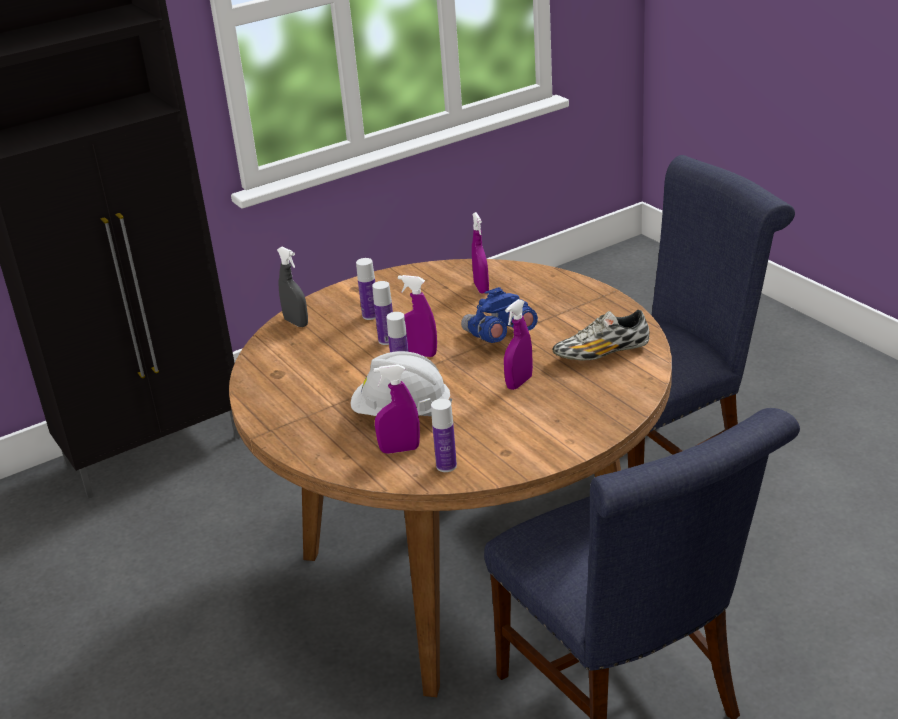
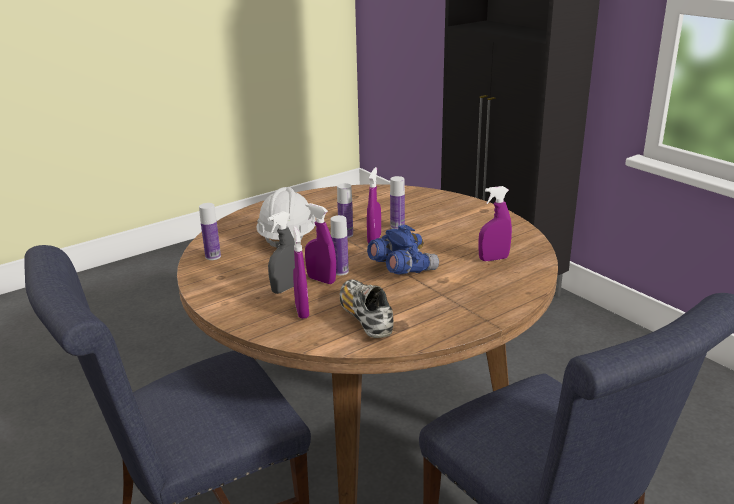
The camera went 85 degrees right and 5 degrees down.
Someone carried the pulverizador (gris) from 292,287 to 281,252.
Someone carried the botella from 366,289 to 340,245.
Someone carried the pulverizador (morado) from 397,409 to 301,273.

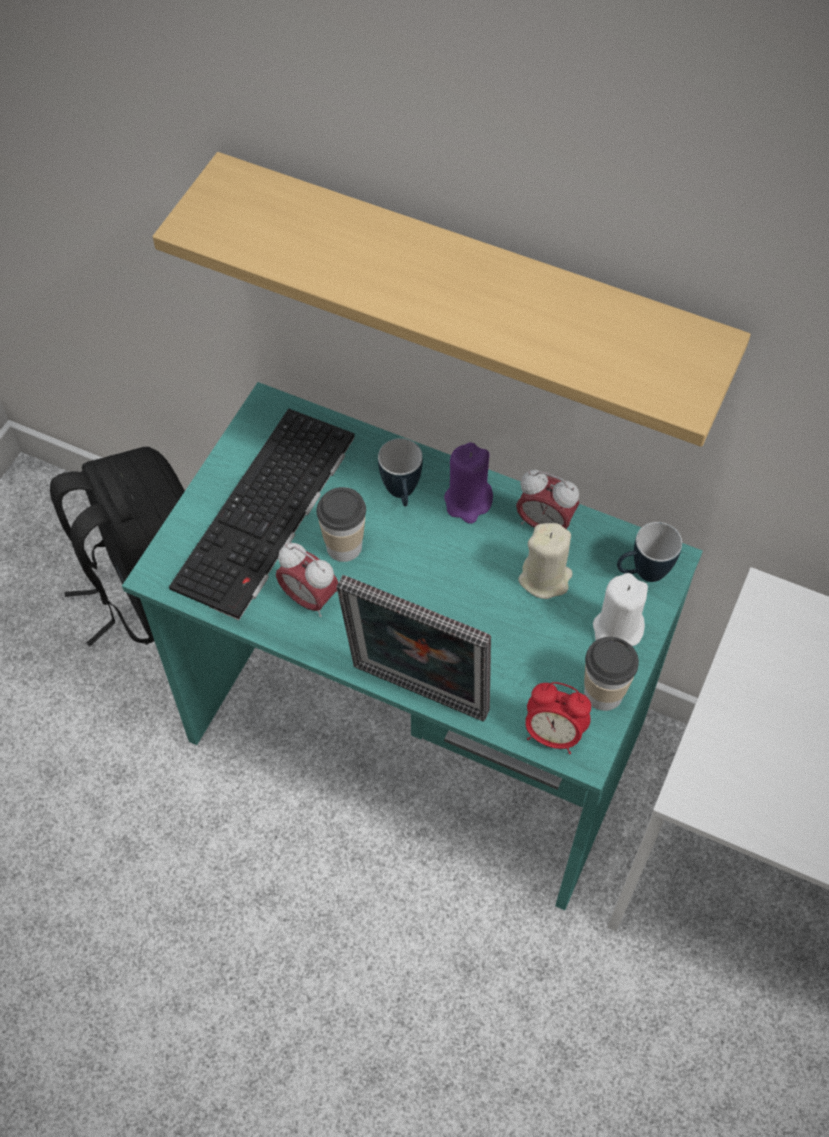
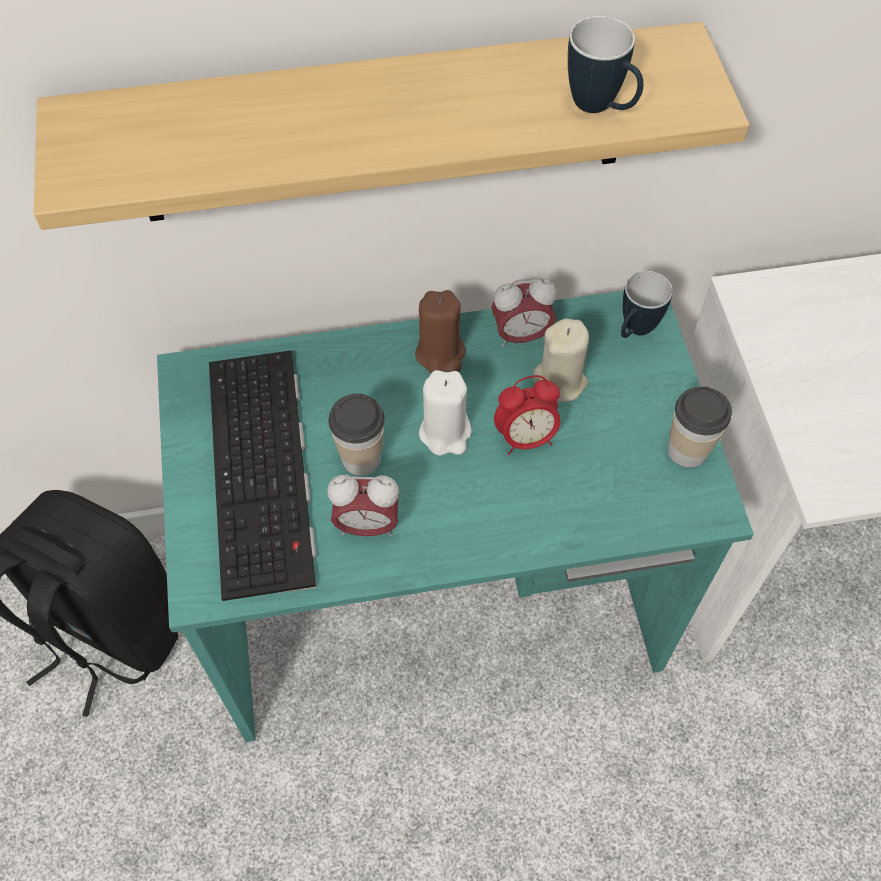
The camera went 35 degrees left and 0 degrees up.
Someone took away the portarretratos at 414,648.
Someone carried the taza grande from 400,472 to 606,64.
Someone carried the despertador from 558,718 to 527,415.
Someone carried the vela (blanco) from 620,609 to 445,413.
Someone repainted the vela (morado) at 468,483, which became the vela (marrón) at 440,331.

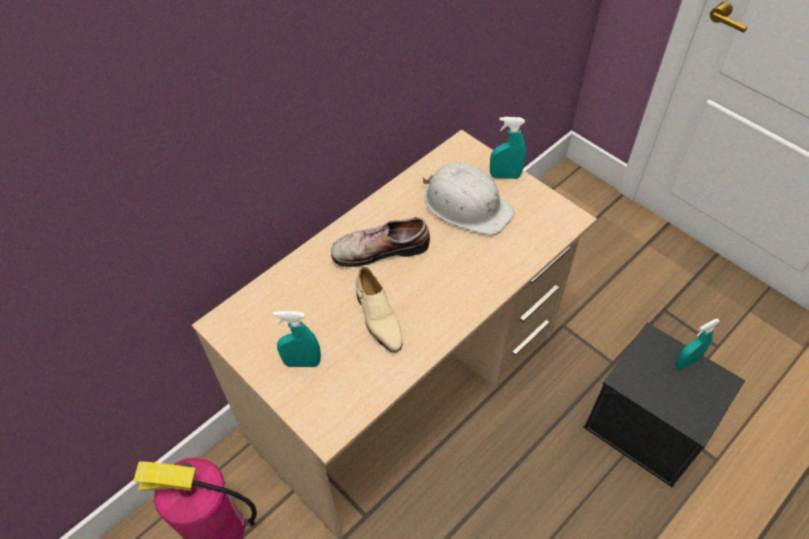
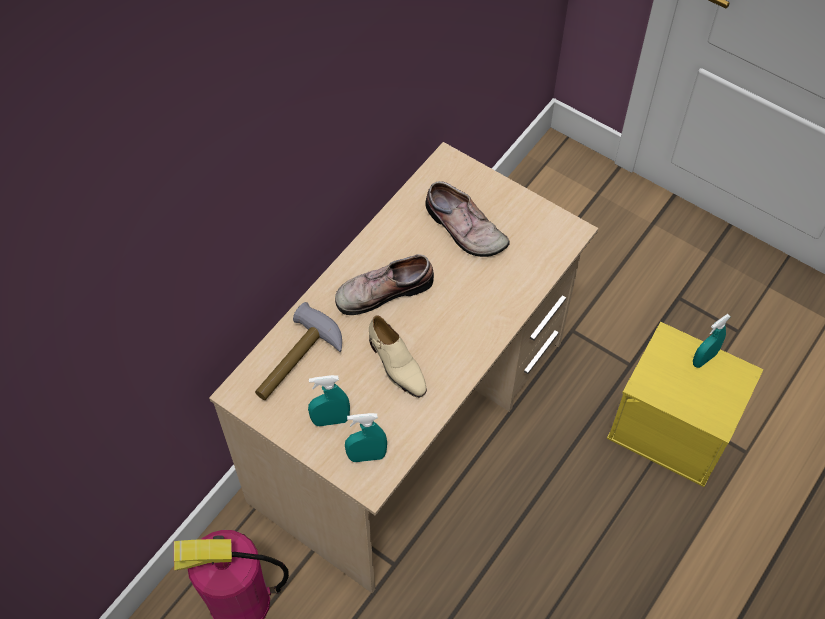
The camera went 10 degrees left and 5 degrees up.
Someone put down the martillo at 298,351.
Someone carried the pulverizador (turquesa) from 508,148 to 366,437.
Someone swapped the casco (blanco) at 468,199 for the zapato at 467,219.
Someone repainted the caja de almacenaje (negro) at 664,405, which became the caja de almacenaje (amarillo) at 685,404.

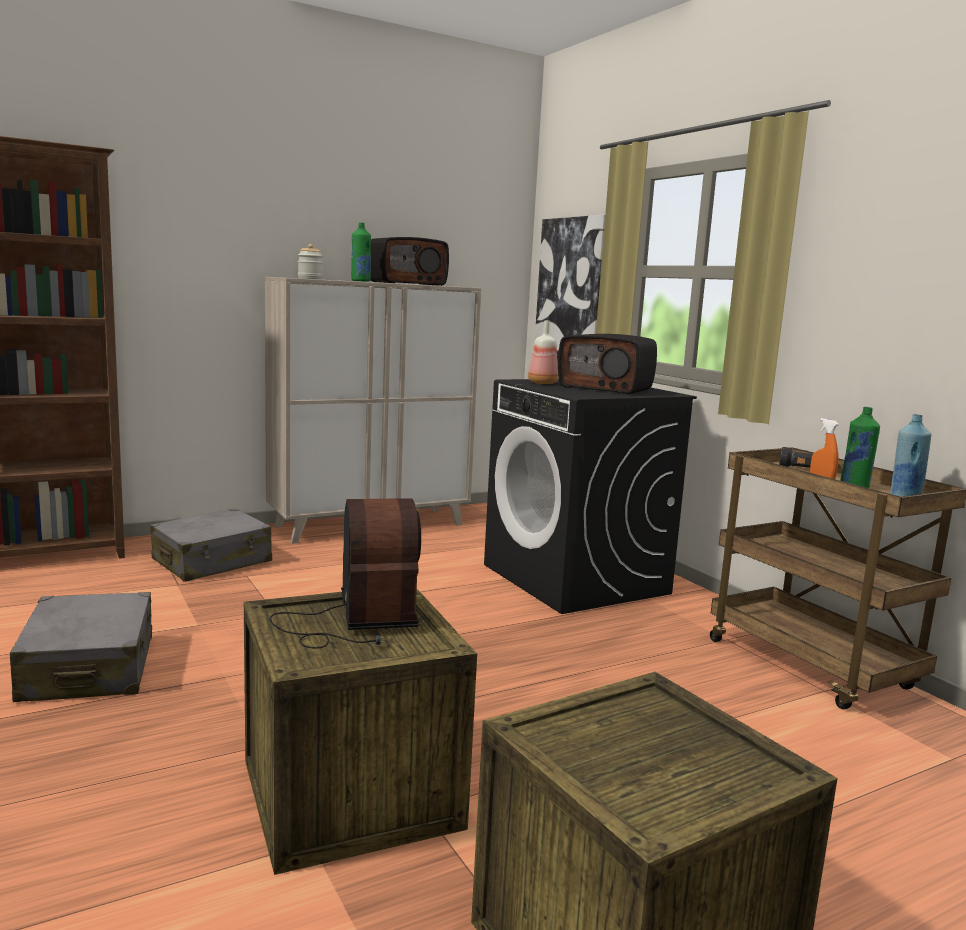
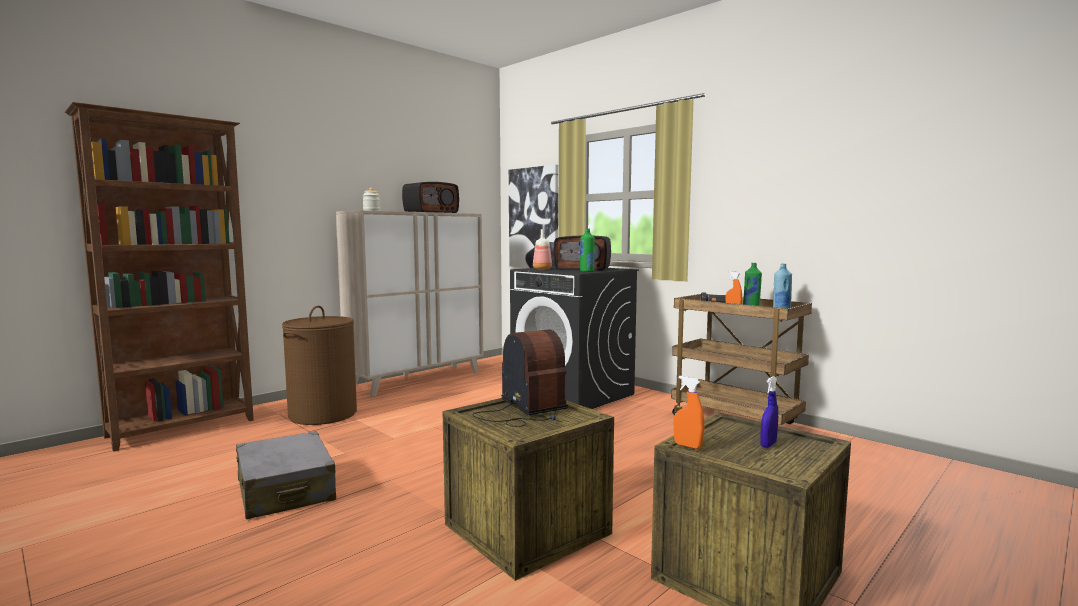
The camera went 15 degrees left and 5 degrees down.
Someone put down the pulverizador (naranja) at 689,412.
Someone put down the pulverizador (azul) at 769,412.
Someone carried the botella (verde) from 361,252 to 587,250.
Someone swapped the maleta (gris) at 211,545 for the cesto de la ropa (marrón) at 319,365.

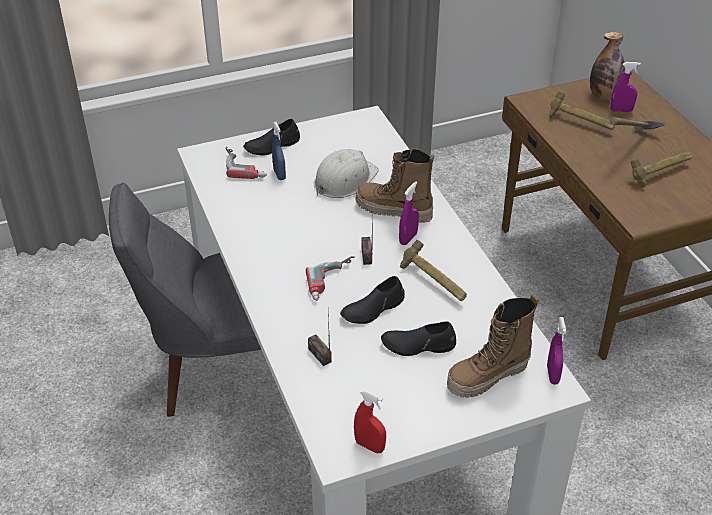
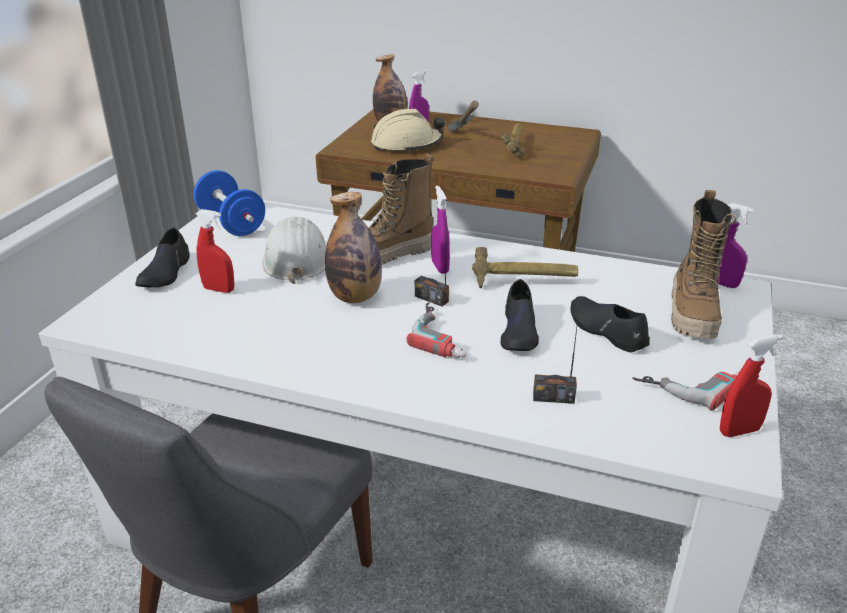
The camera went 50 degrees left and 10 degrees down.
Someone put down the mancuerna (azul) at 229,203.
Someone put down the botella at 353,247.
Someone carried the taladro from 246,163 to 685,391.
Someone swapped the martillo at 582,111 for the casco (beis) at 408,131.
Someone repainted the pulverizador (azul) at 279,151, which became the pulverizador (rojo) at 214,251.
Someone rotated the zapato (negro) at 418,338 by 105 degrees clockwise.

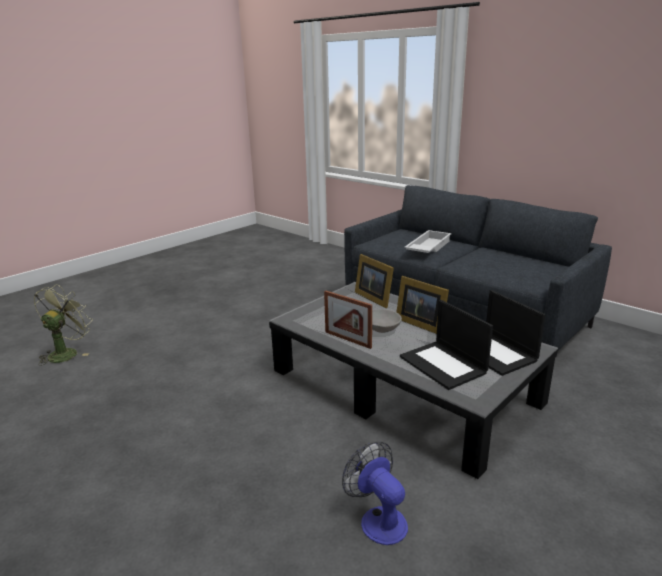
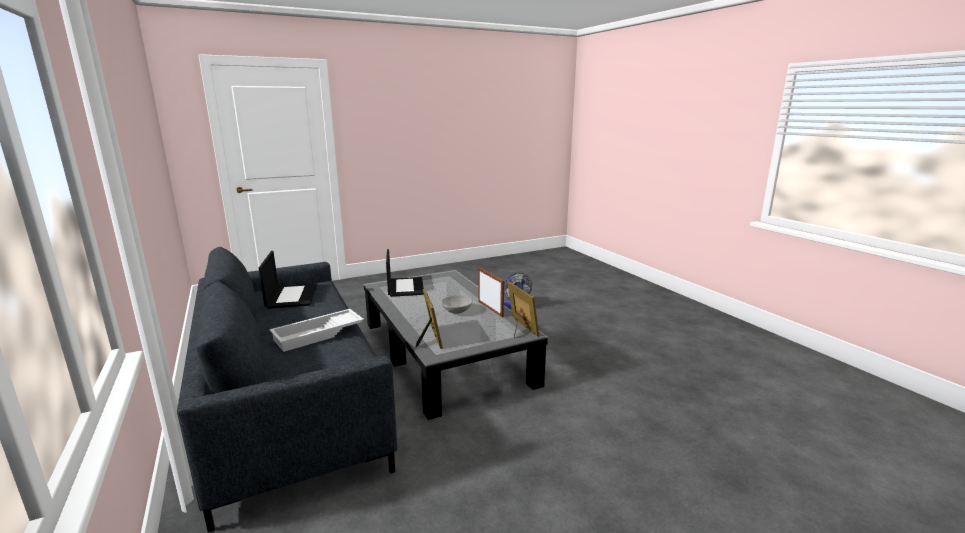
The camera went 160 degrees left and 5 degrees down.
Someone took away the ventilador (verde) at 63,325.
Someone carried the portarretratos from 422,305 to 523,309.
Someone carried the portátil from 446,345 to 288,280.

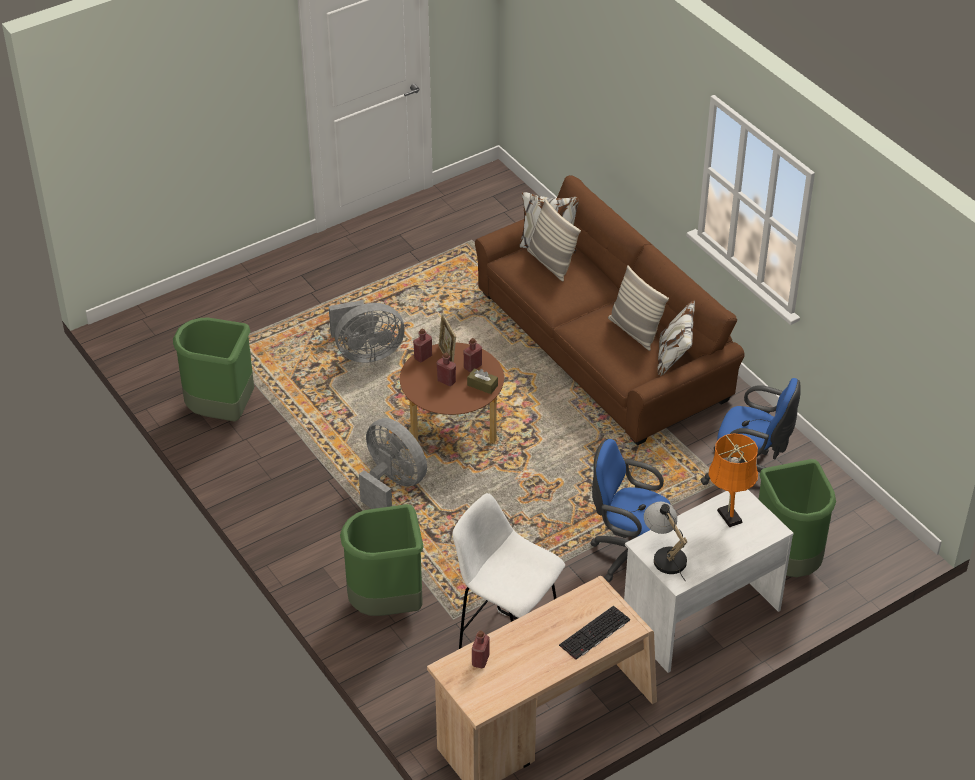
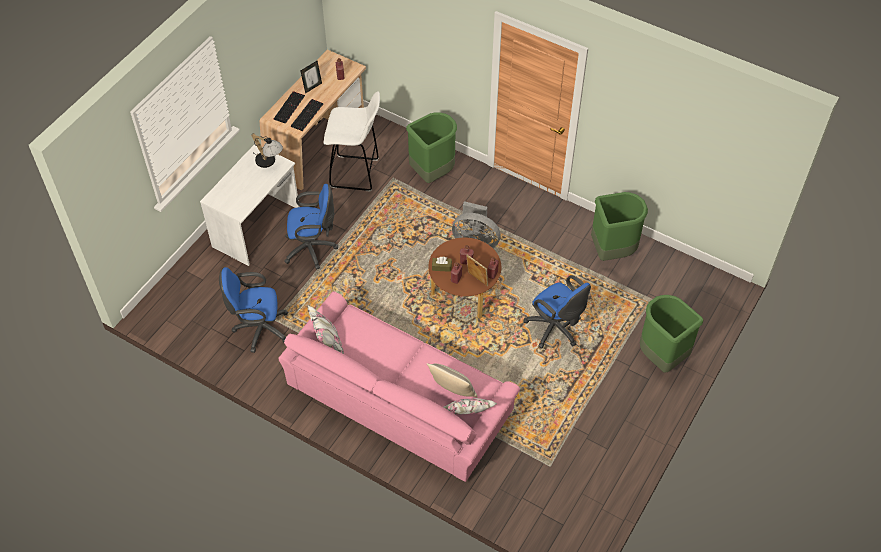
The camera went 155 degrees right and 10 degrees up.
Someone took away the cojín at 638,308.
Someone took away the lámpara de mesa (naranja) at 733,480.
Someone put down the teclado at 307,115.
Someone put down the portarretratos at 311,77.
Someone carried the papelera (verde) from 797,518 to 671,334.
Someone swapped the ventilador (gris) at 367,331 for the silla de oficina (azul) at 557,311.
Someone repainted the sofá (marrón) at 610,310, which became the sofá (rosa) at 399,387.

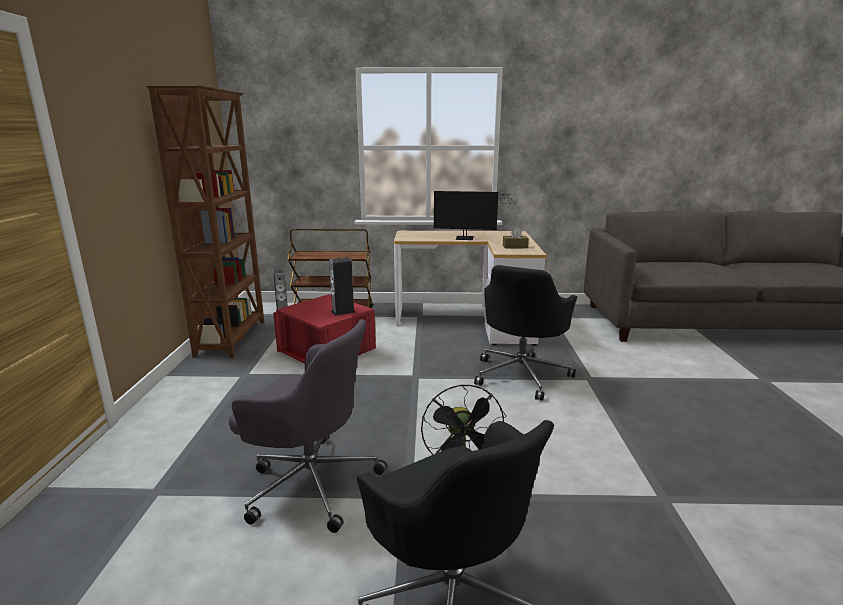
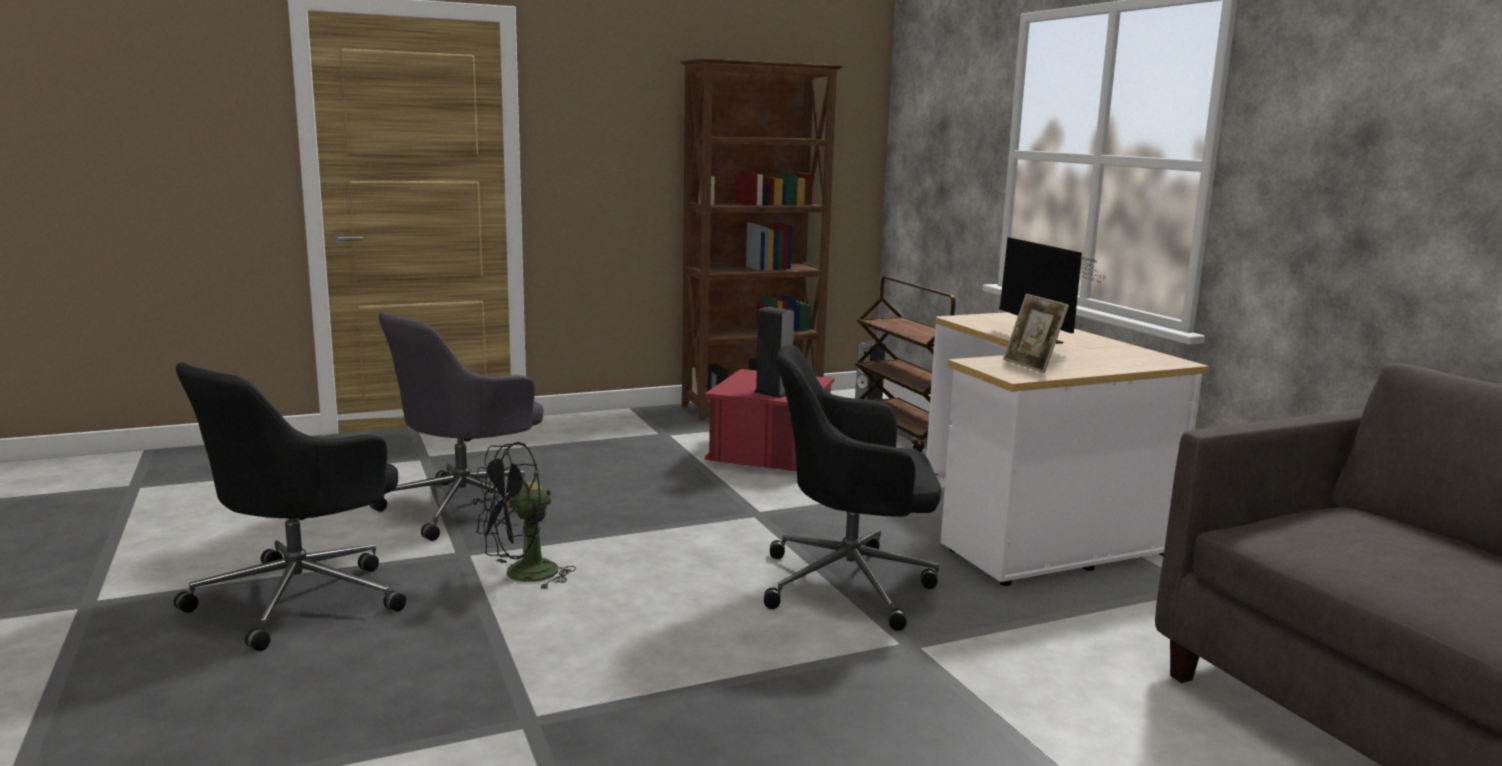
The camera went 65 degrees right and 5 degrees down.
Someone swapped the caja de pañuelos (marrón) at 516,238 for the portarretratos at 1036,333.
Someone rotated the silla de oficina (gris) at 308,426 by 45 degrees clockwise.

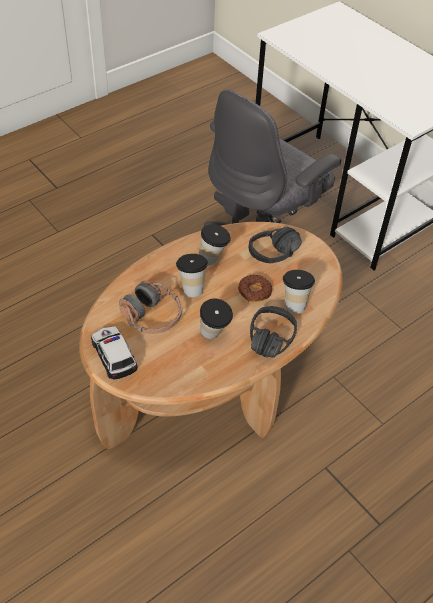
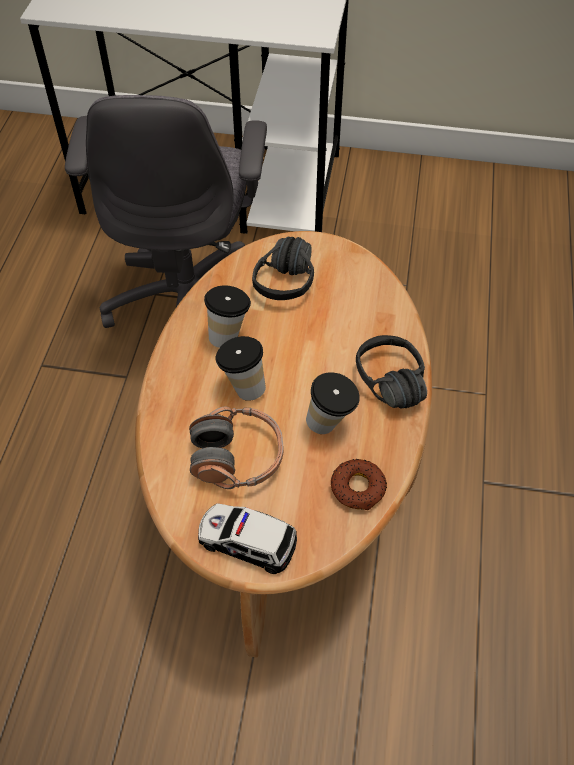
The camera went 40 degrees left and 5 degrees up.
Someone took away the taza at 299,292.
Someone carried the rosquilla from 255,288 to 359,484.

